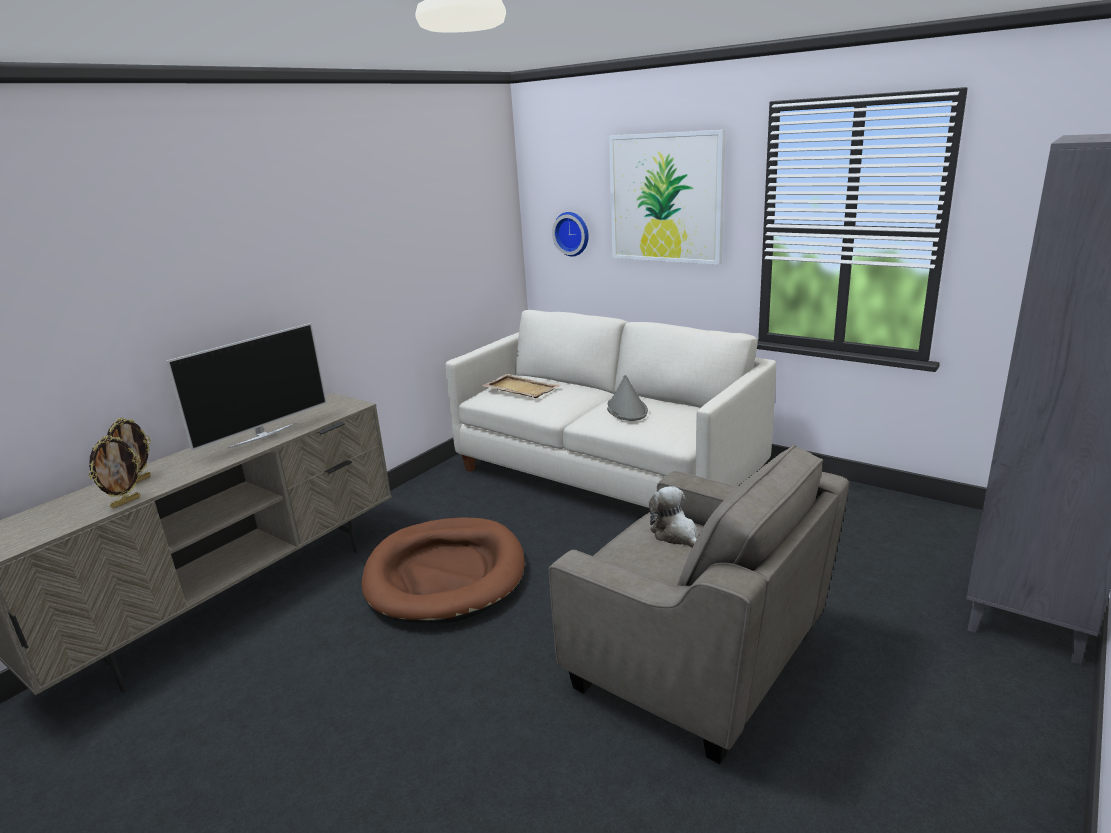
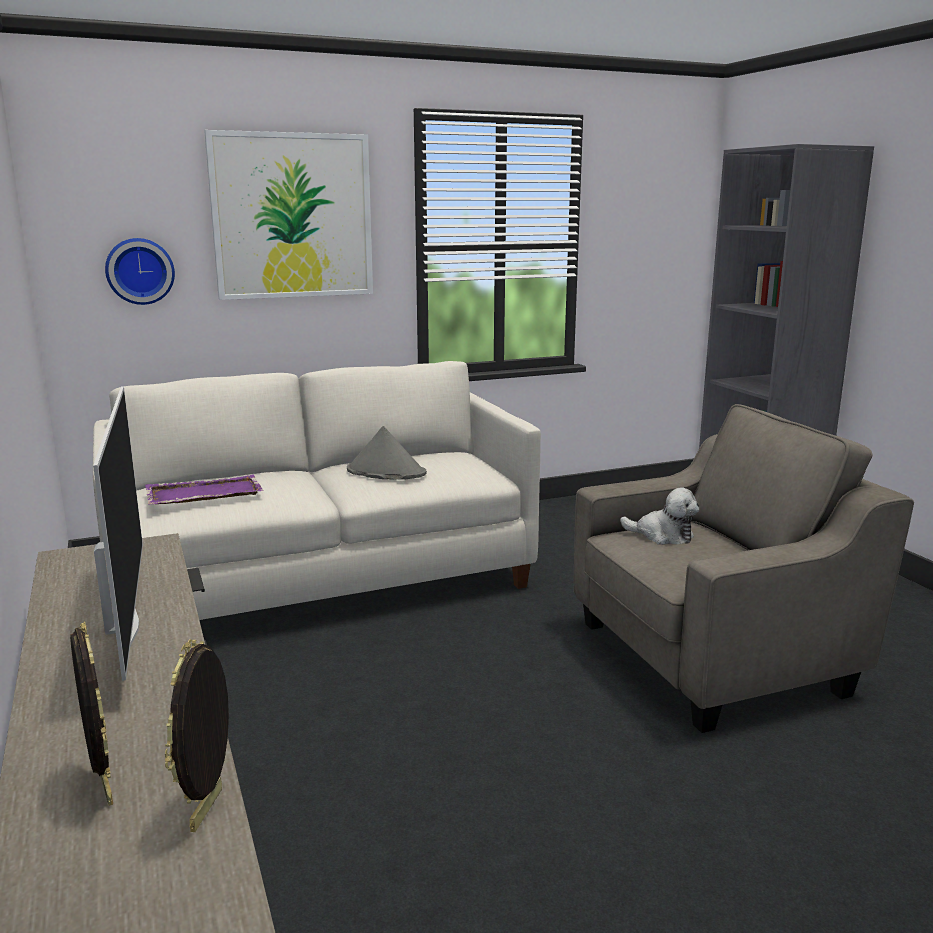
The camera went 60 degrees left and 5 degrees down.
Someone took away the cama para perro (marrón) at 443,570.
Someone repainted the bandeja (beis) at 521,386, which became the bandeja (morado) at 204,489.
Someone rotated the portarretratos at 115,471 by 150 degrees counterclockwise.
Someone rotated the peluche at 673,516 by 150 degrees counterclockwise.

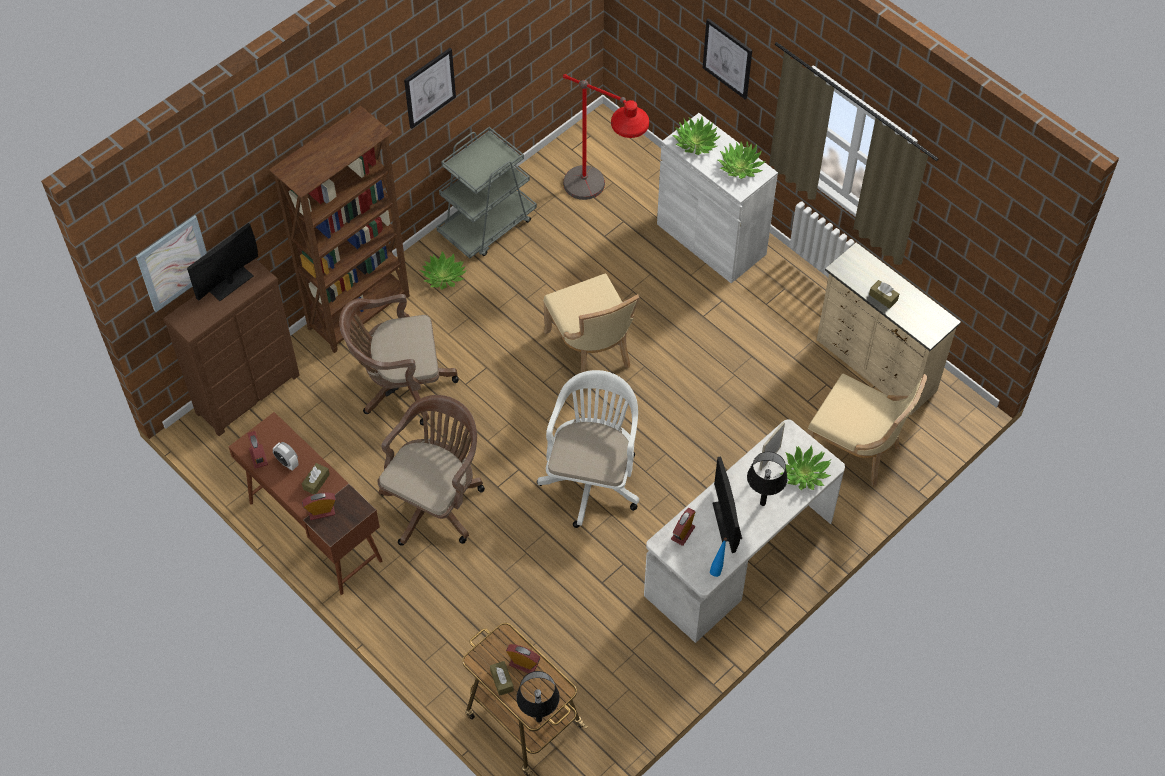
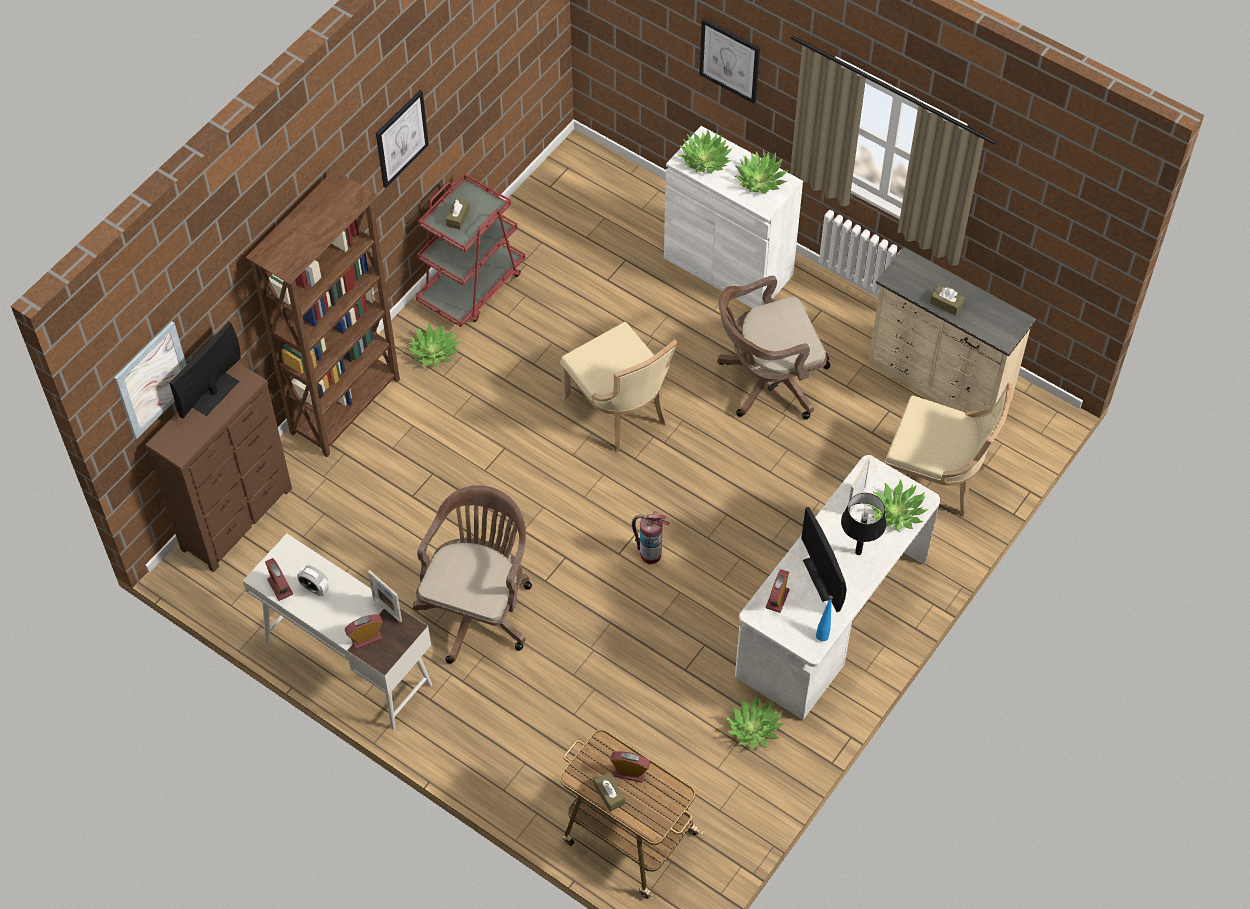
The camera went 10 degrees left and 0 degrees up.
Someone took away the lámpara de mesa (negro) at 538,696.
Someone took away the lámpara de pie (rojo) at 606,137.
Someone put down the portarretratos at 385,596.
Someone put down the planta en maceta at 754,723.
Someone carried the caja de pañuelos (marrón) from 316,479 to 458,214.
Someone carried the silla de oficina (marrón) from 399,359 to 773,347.
Someone swapped the silla de oficina (blanco) at 588,449 for the extintor at 651,538.
Someone repainted the escritorio (marrón) at 305,503, which became the escritorio (blanco) at 337,632.
Someone repainted the carrito (gris) at 486,193, which became the carrito (rojo) at 470,250.

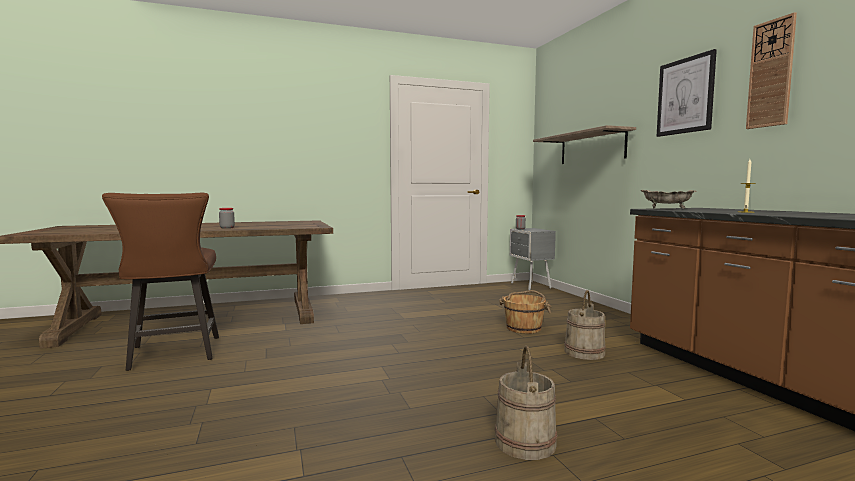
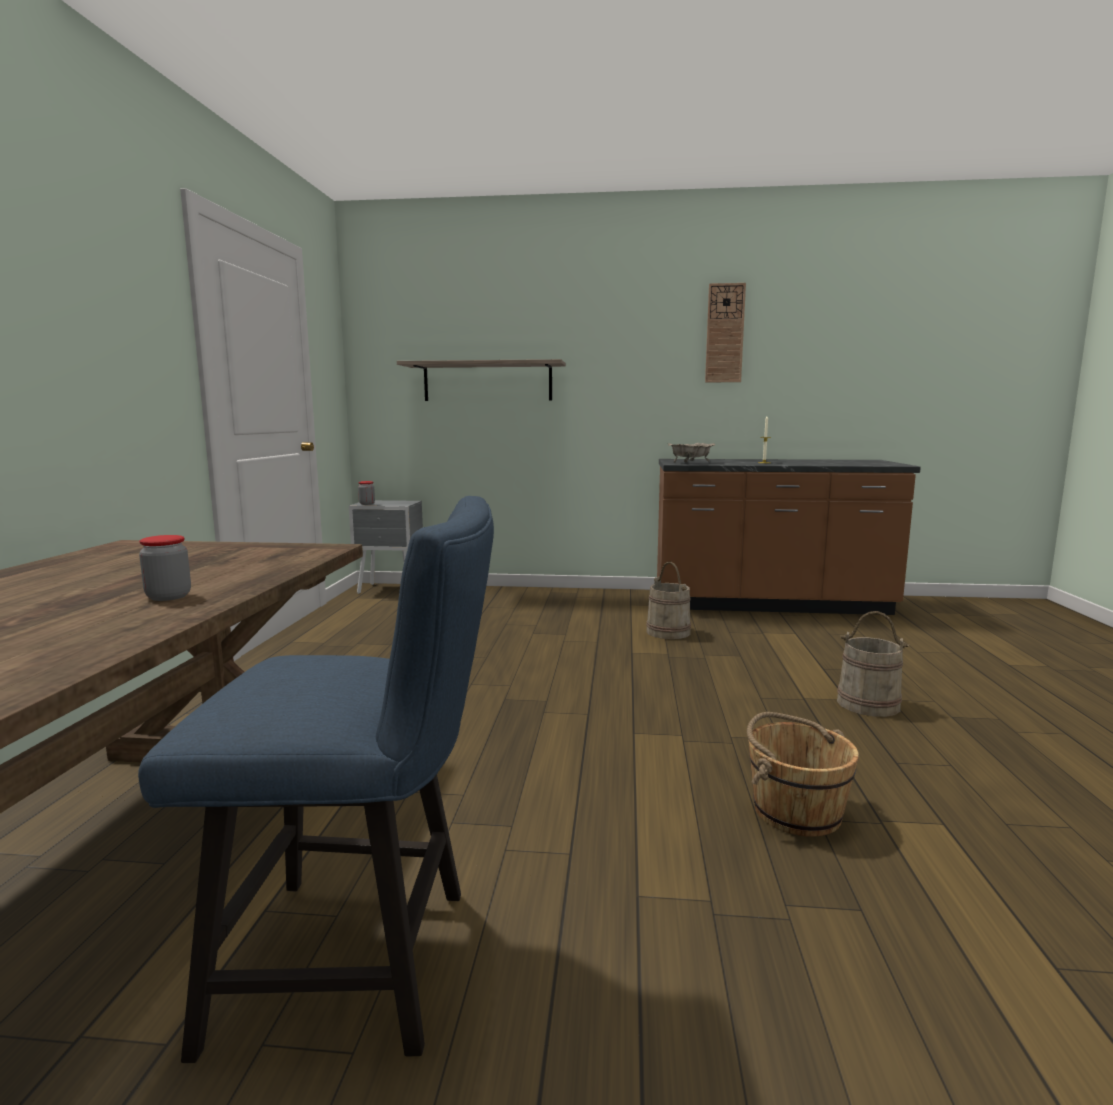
The camera went 65 degrees left and 5 degrees up.
Someone took away the cuadro at 687,93.
Someone carried the cubo (marrón) from 525,312 to 803,774.
Someone repainted the silla (marrón) at 160,282, which became the silla (azul) at 316,779.

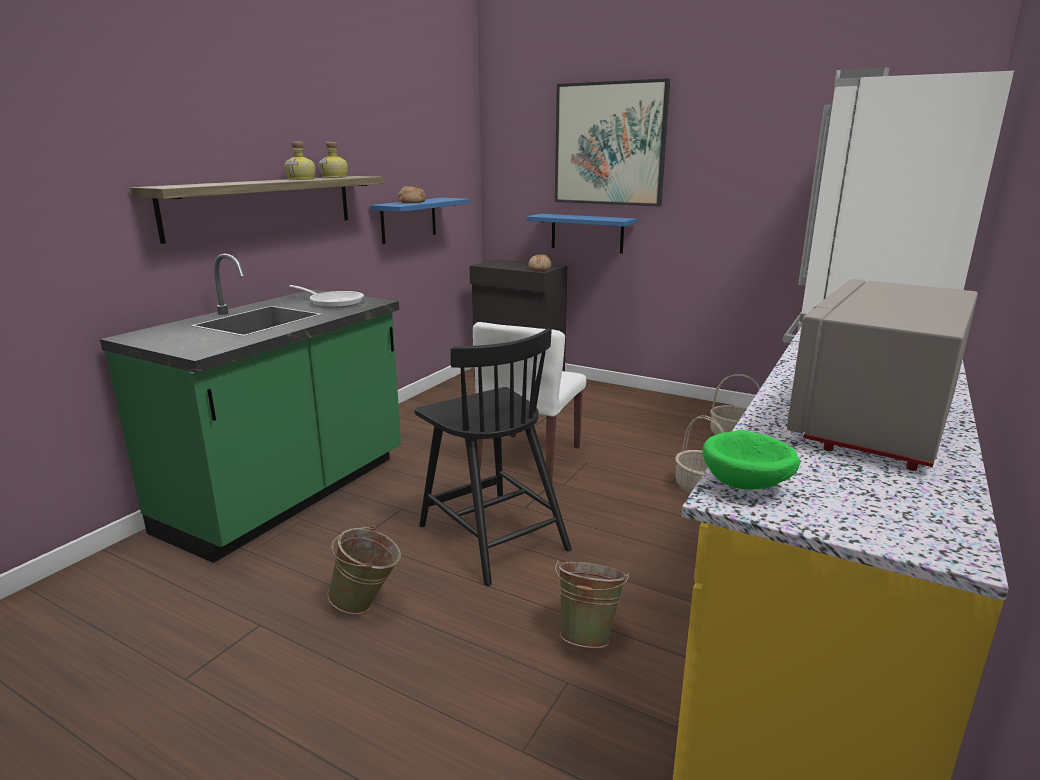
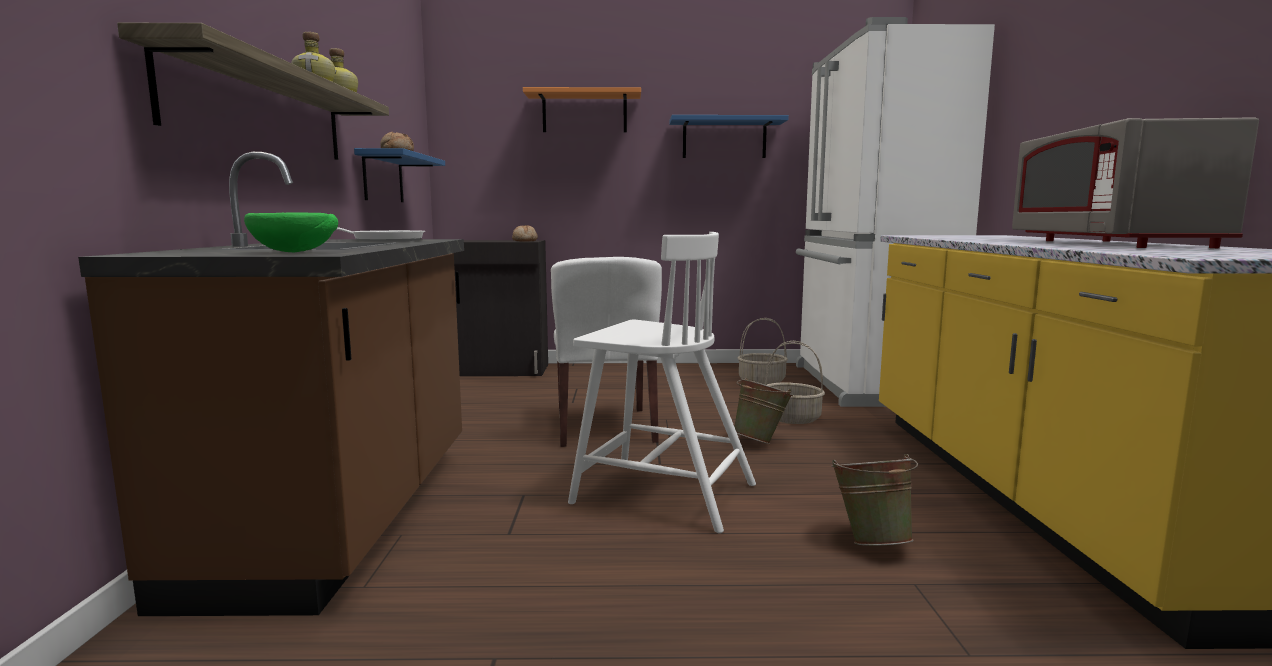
The camera went 30 degrees left and 10 degrees down.
Someone carried the cubo (verde) from 364,569 to 763,411.
Someone carried the estante (azul) from 581,234 to 729,136.
Someone carried the cuenco (verde) from 751,460 to 291,232.
Someone swapped the cuadro at 612,142 for the estante (naranja) at 582,109.
Someone repainted the mueble bajo de cocina (verde) at 250,408, which became the mueble bajo de cocina (marrón) at 271,384.
Someone repainted the silla (negro) at 493,457, which became the silla (blanco) at 662,382.

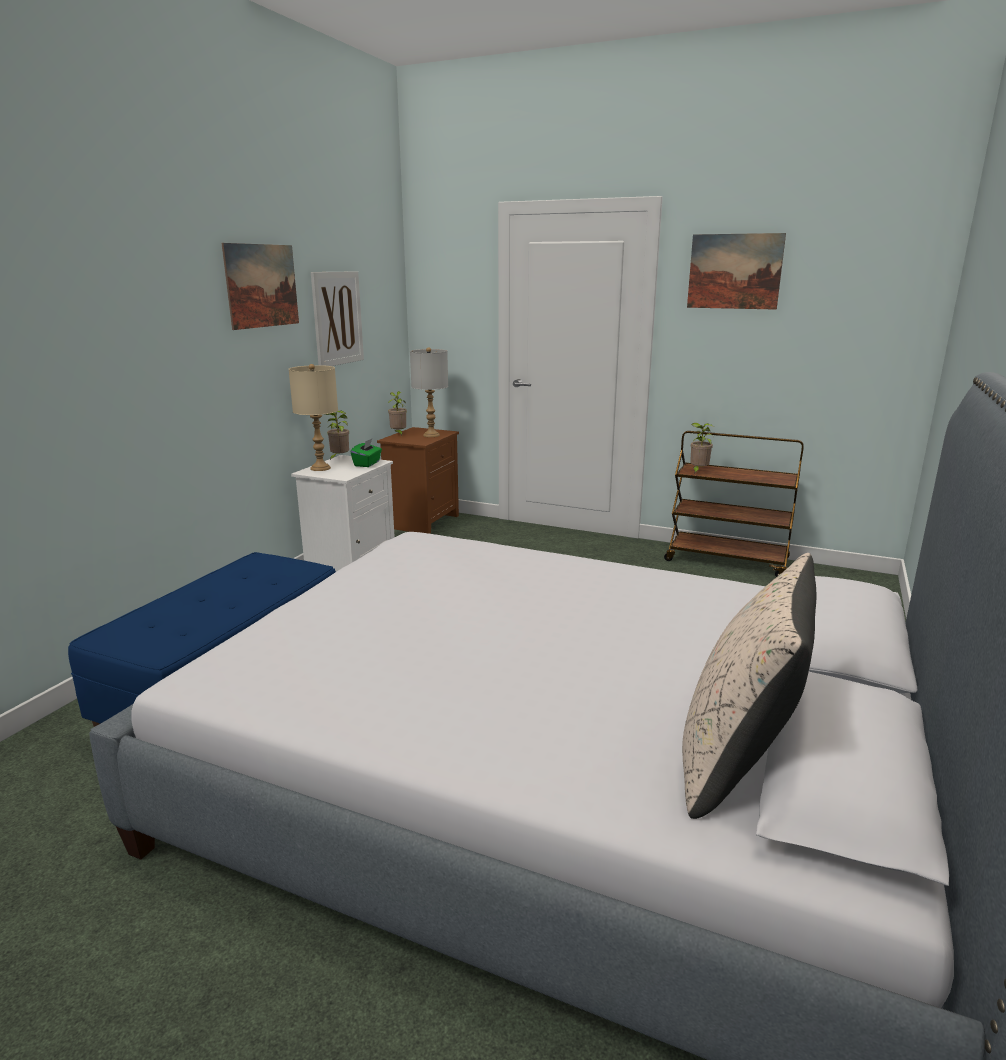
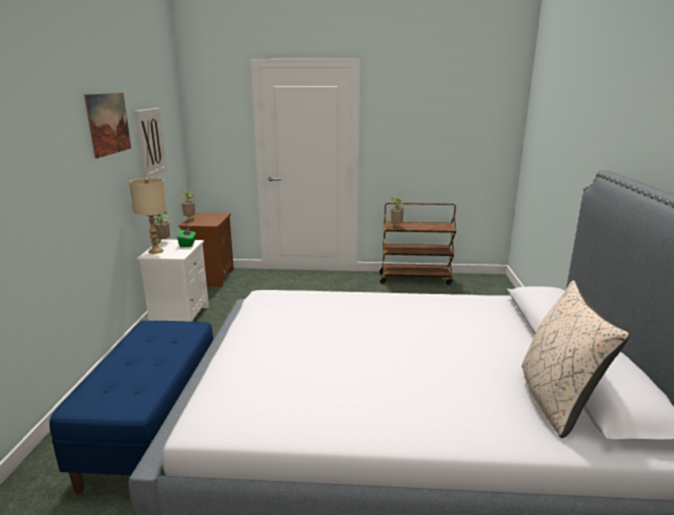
The camera went 20 degrees left and 0 degrees up.
Someone took away the lámpara de mesa (gris) at 429,392.
Someone took away the cuadro at 736,271.

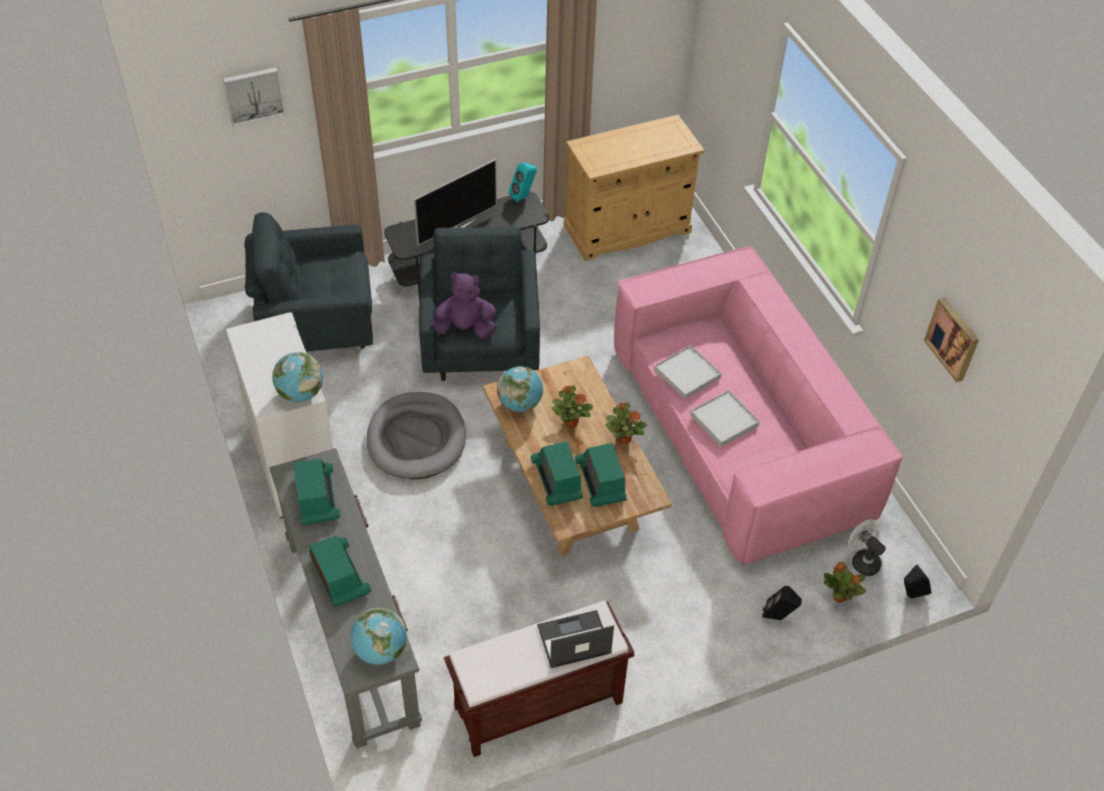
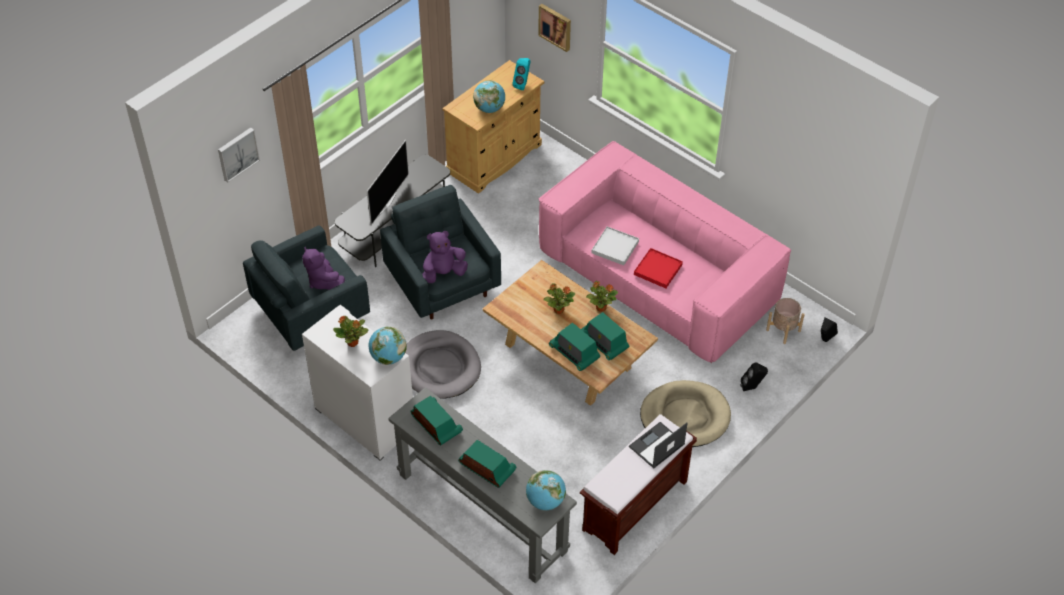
The camera went 25 degrees left and 0 degrees up.
Someone put down the peluche (morado) at 323,268.
Someone put down the cama para perro (beis) at 685,413.
Someone carried the globo terráqueo from 520,389 to 489,96.
Someone carried the altavoz (turquesa) from 523,182 to 521,74.
Someone carried the planta en maceta from 845,582 to 350,331.
Someone carried the cuadro from 951,339 to 554,28.
Someone swapped the ventilador (blanco) at 867,547 for the maceta (beis) at 785,321.
Someone repainted the bandeja (blanco) at 725,418, which became the bandeja (rojo) at 658,268.

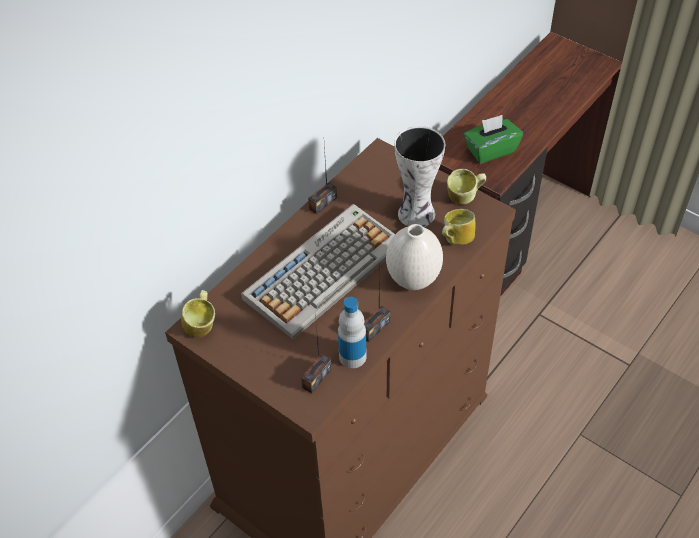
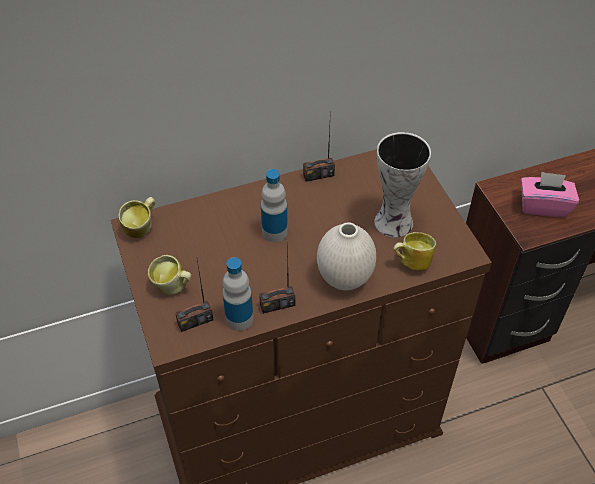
The camera went 30 degrees right and 0 degrees up.
Someone carried the taza grande from 466,187 to 169,275.
Someone swapped the teclado at 318,272 for the botella at 274,205.
Someone repainted the caja de pañuelos (verde) at 493,139, which became the caja de pañuelos (rosa) at 550,194.

